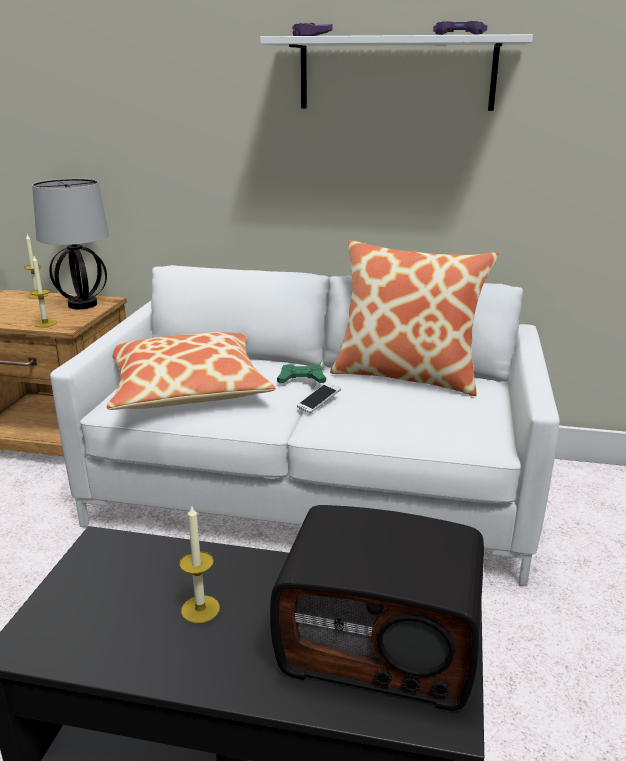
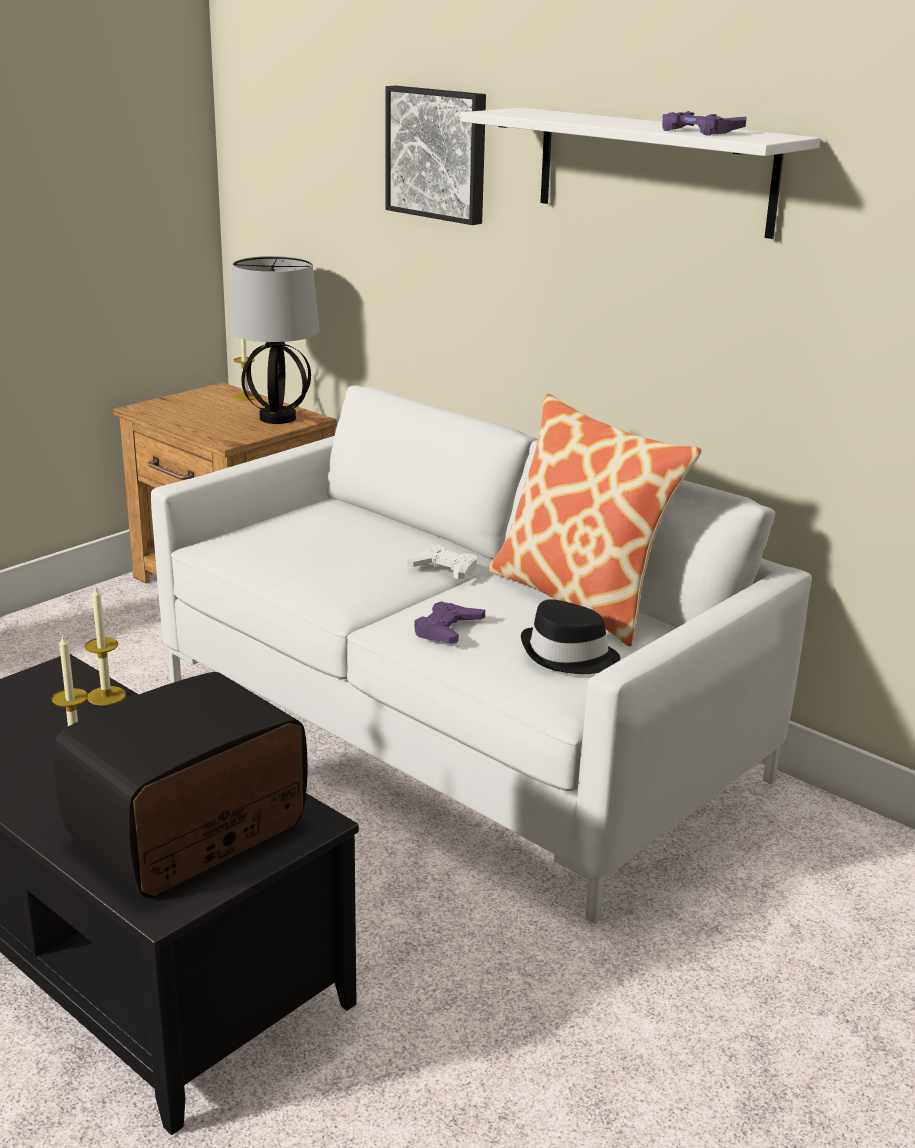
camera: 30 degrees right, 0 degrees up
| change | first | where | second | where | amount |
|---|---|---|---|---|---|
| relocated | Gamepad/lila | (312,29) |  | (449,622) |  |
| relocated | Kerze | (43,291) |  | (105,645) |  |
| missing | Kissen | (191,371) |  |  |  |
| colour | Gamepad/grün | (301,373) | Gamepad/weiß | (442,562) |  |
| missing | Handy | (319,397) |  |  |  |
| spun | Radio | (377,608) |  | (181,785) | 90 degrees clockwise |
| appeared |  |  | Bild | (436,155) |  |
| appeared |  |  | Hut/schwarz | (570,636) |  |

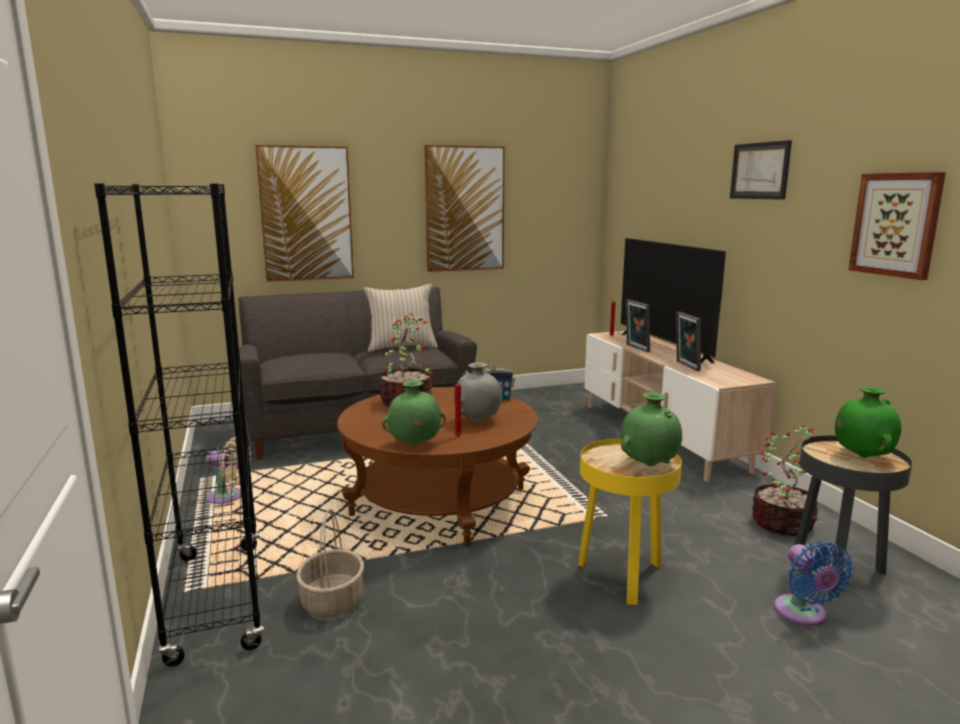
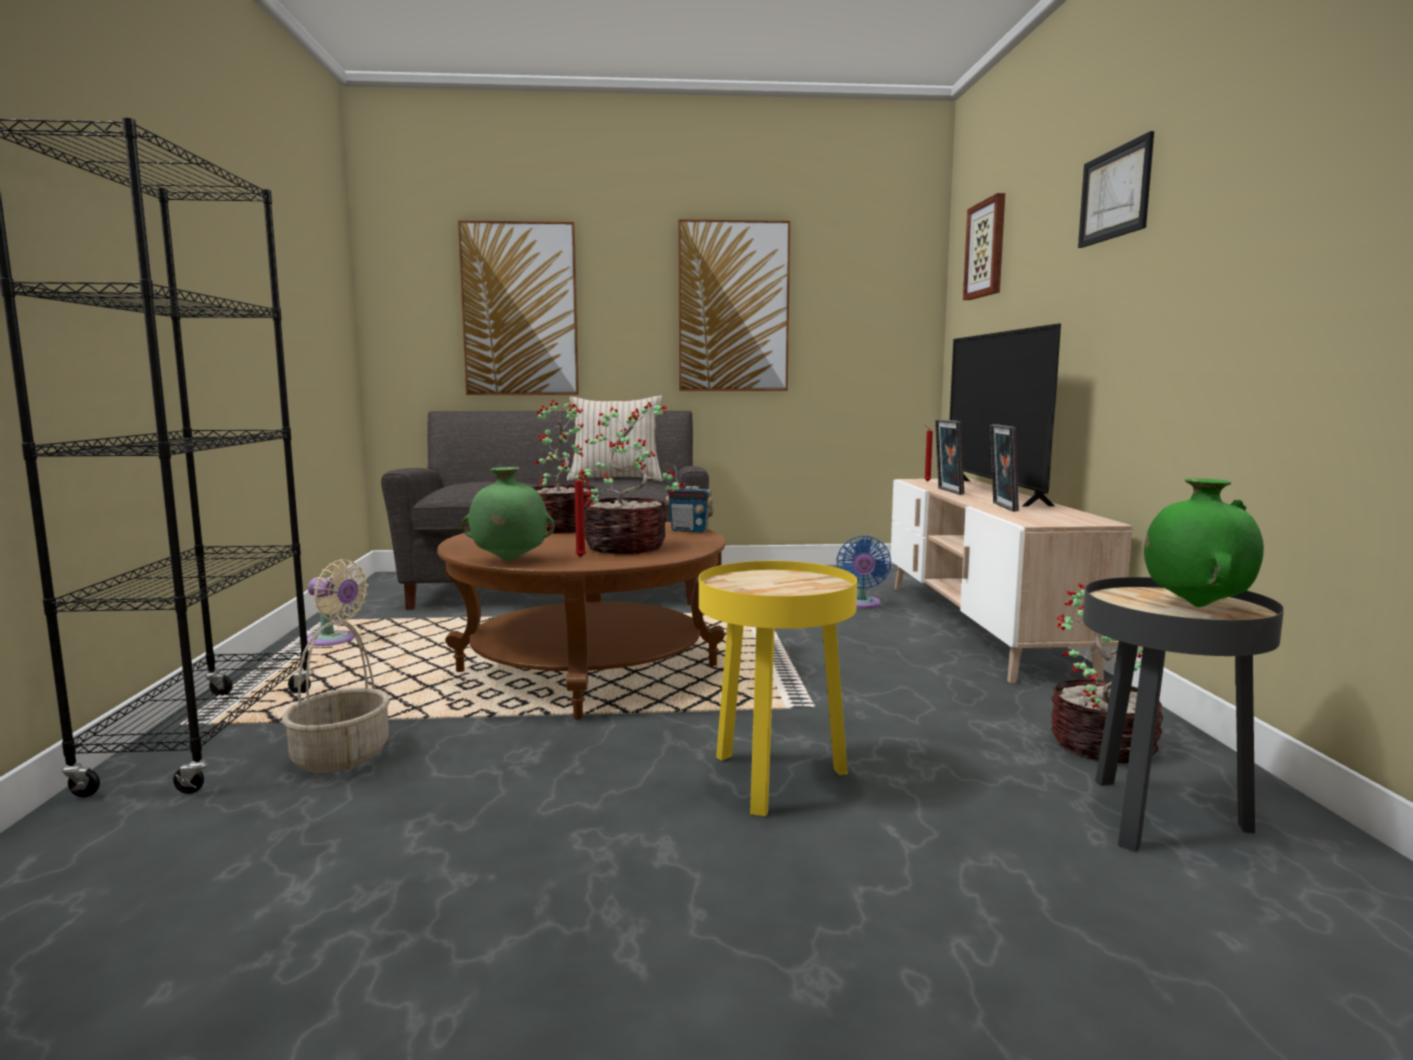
camera: 15 degrees right, 5 degrees down
| change | first | where | second | where | amount |
|---|---|---|---|---|---|
| relocated | Bild | (897,226) |  | (984,246) |  |
| exchanged | Vase/grau | (478,392) | Topfpflanze | (632,478) |  |
| missing | Vase/grün | (651,429) |  |  |  |
| relocated | Ventilator/blau | (813,584) |  | (863,572) |  |

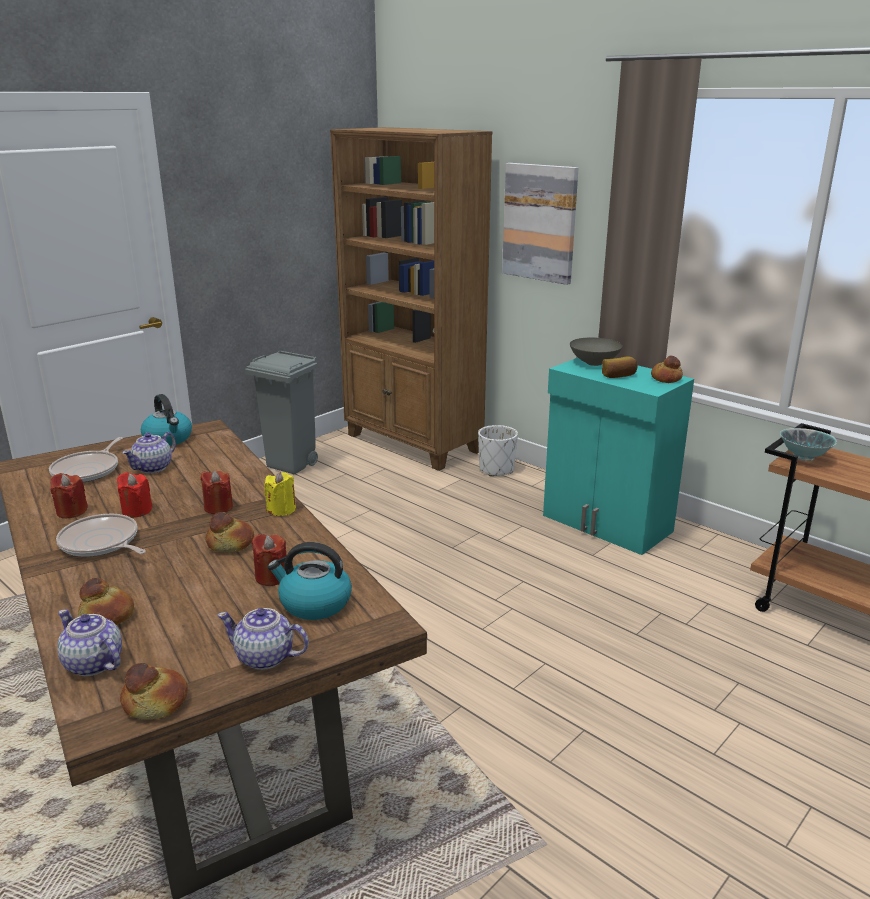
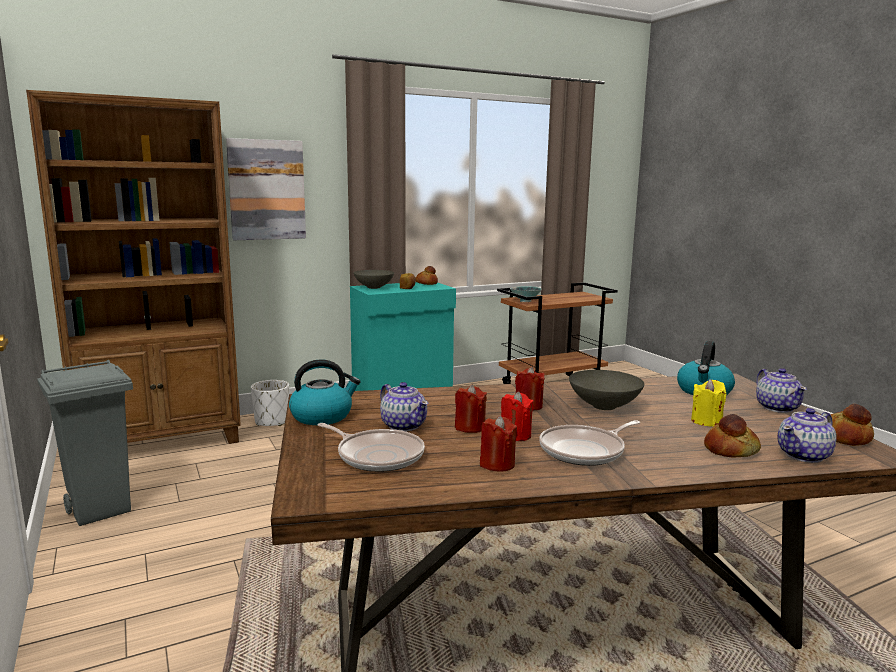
camera: 70 degrees left, 10 degrees down
| change | first | where | second | where | amount |
|---|---|---|---|---|---|
| relocated | Kerze/gelb | (280,493) |  | (708,403) |  |
| exchanged | Brot | (229,532) | Schüssel/grau | (606,390) |  |
| relocated | Kerze/rot | (269,560) |  | (471,409) |  |
| spun | Teekanne | (263,639) |  | (781,390) | 45 degrees counterclockwise |

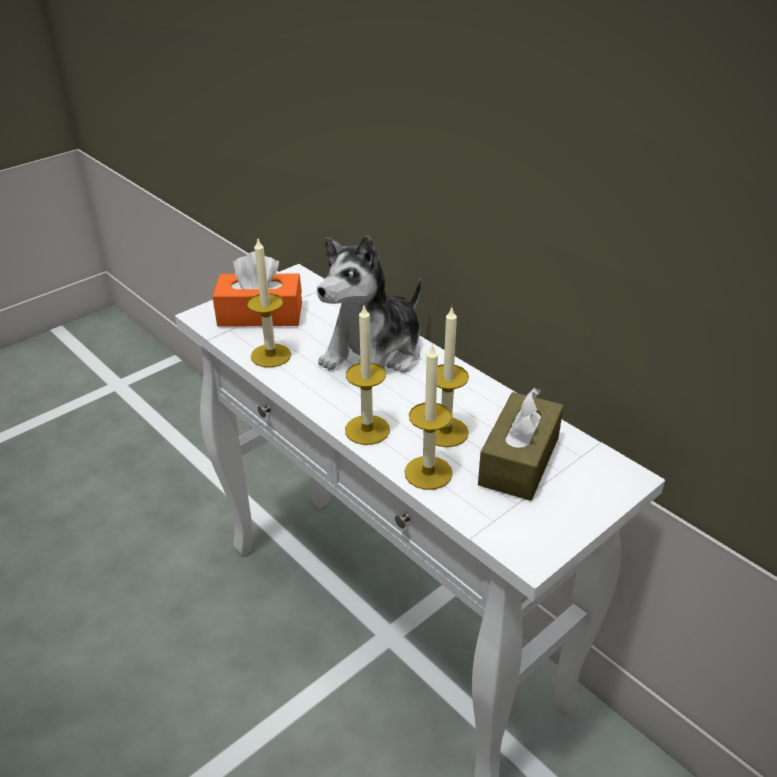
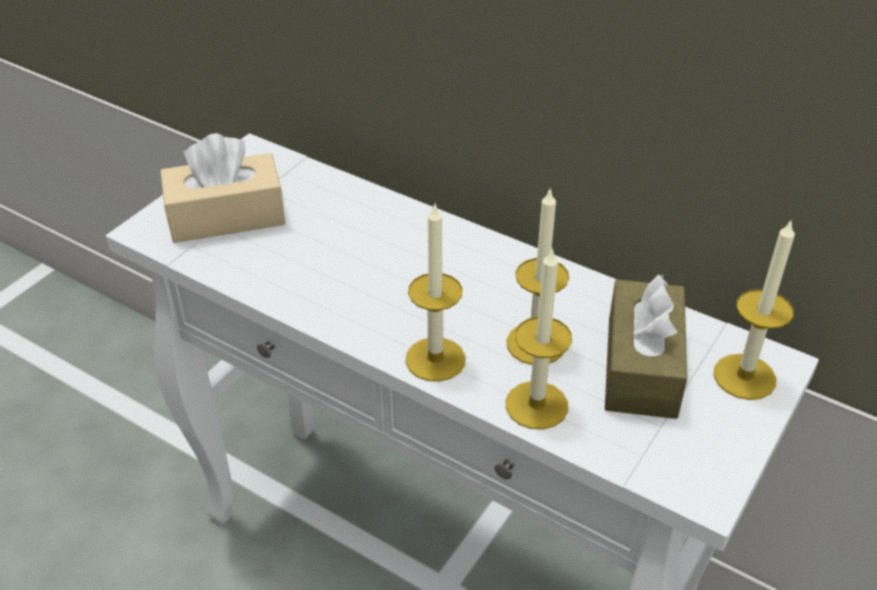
camera: 15 degrees left, 5 degrees up
| change | first | where | second | where | amount |
|---|---|---|---|---|---|
| missing | Plüschtier | (369,304) |  |  |  |
| relocated | Kerze | (269,303) |  | (754,309) |  |
| colour | Taschentuchbox/orange | (257,289) | Taschentuchbox/beige | (223,188) |  |

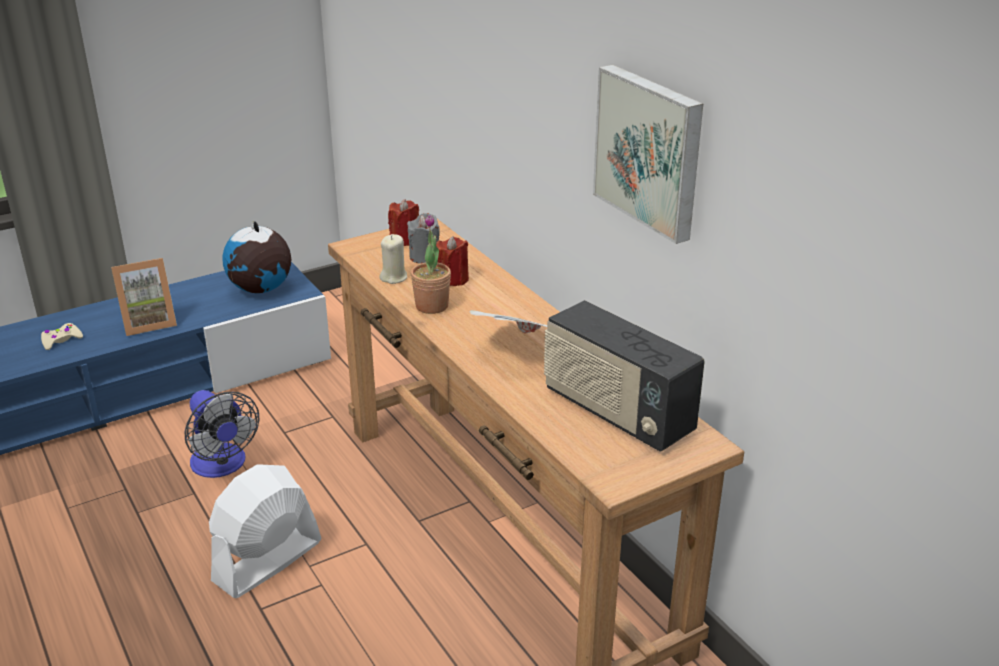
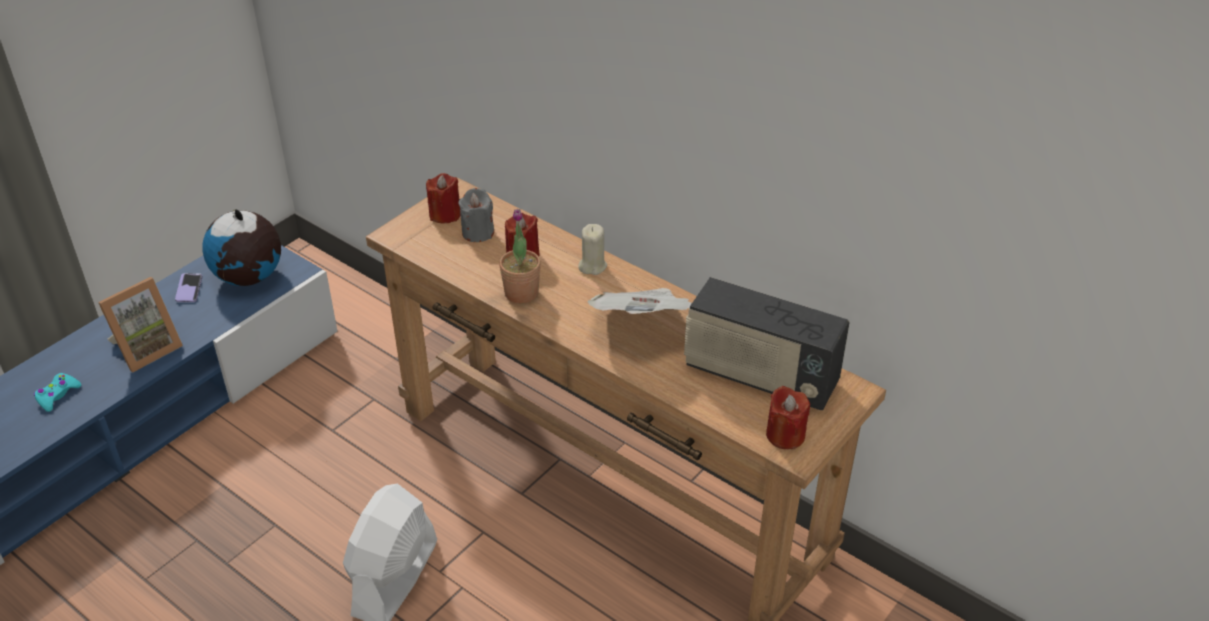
camera: 20 degrees left, 10 degrees up
| change | first | where | second | where | amount |
|---|---|---|---|---|---|
| missing | Bild | (648,154) |  |  |  |
| relocated | Kerze/beige | (393,259) |  | (592,249) |  |
| colour | Gamepad/beige | (62,336) | Gamepad/türkis | (58,392) |  |
| missing | Ventilator | (222,434) |  |  |  |
| appeared |  |  | Handy | (189,287) |  |
| appeared |  |  | Kerze/rot | (788,417) |  |

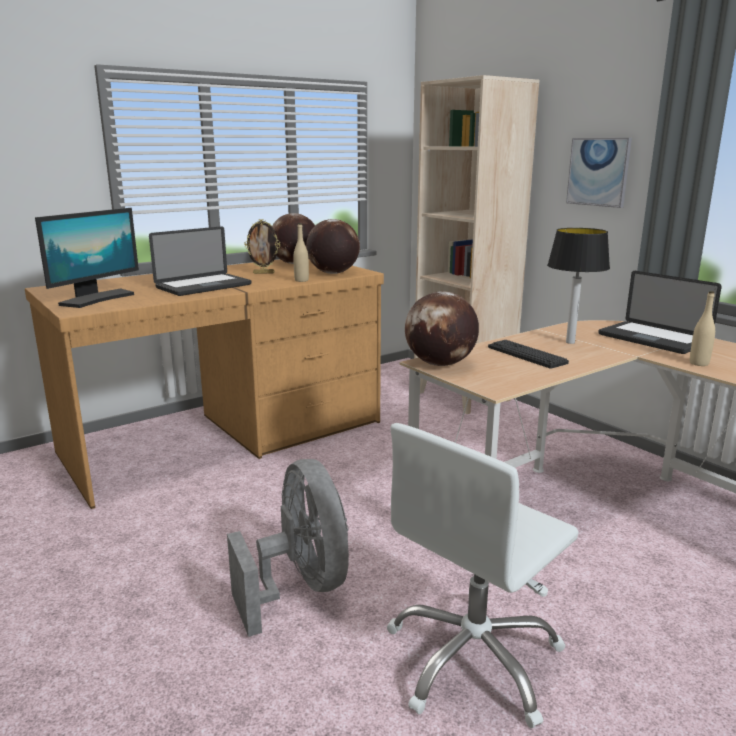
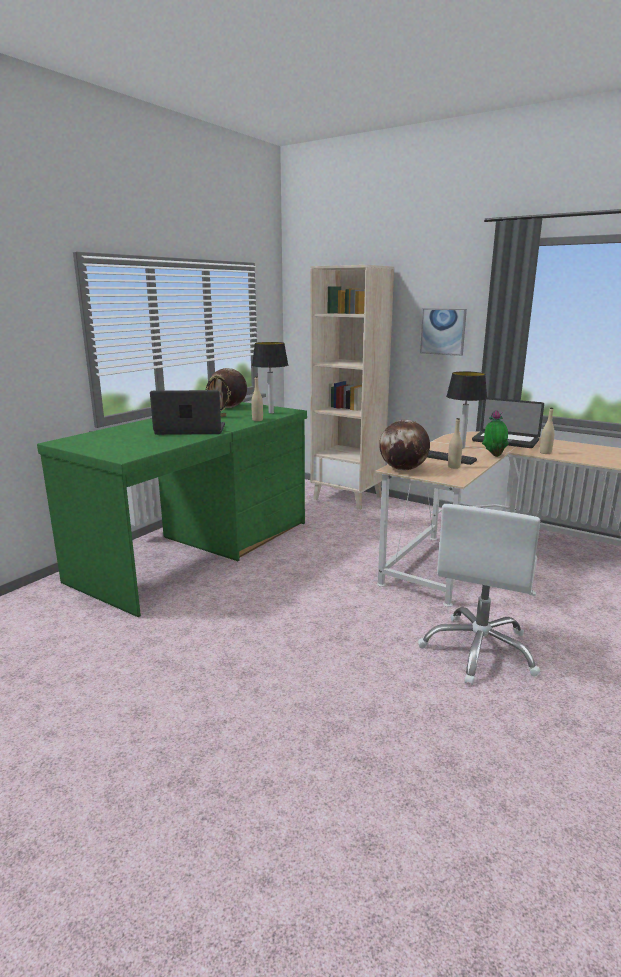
camera: 20 degrees left, 0 degrees up
| change | first | where | second | where | amount |
|---|---|---|---|---|---|
| missing | Monitor | (87,258) |  |  |  |
| exchanged | Globus | (333,246) | Tischlampe | (270,378) |  |
| spun | Laptop | (200,261) |  | (187,412) | 120 degrees counterclockwise |
| colour | Schreibtisch/braun | (204,384) | Schreibtisch/grün | (172,509) |  |
| missing | Ventilator/grau | (288,548) |  |  |  |
| appeared |  |  | Topfpflanze | (495,433) |  |
| appeared |  |  | Flasche/beige | (455,443) |  |

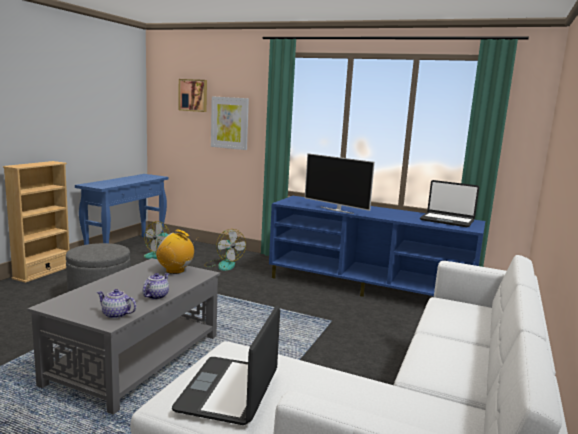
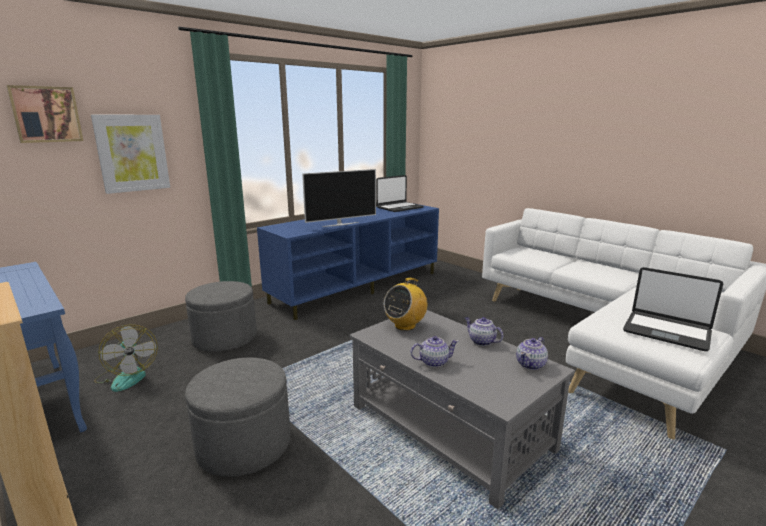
camera: 65 degrees left, 5 degrees up
| change | first | where | second | where | amount |
|---|---|---|---|---|---|
| exchanged | Ventilator | (225,250) | Polsterhocker/grau | (221,316) |  |
| appeared |  |  | Teekanne | (434,351) |  |

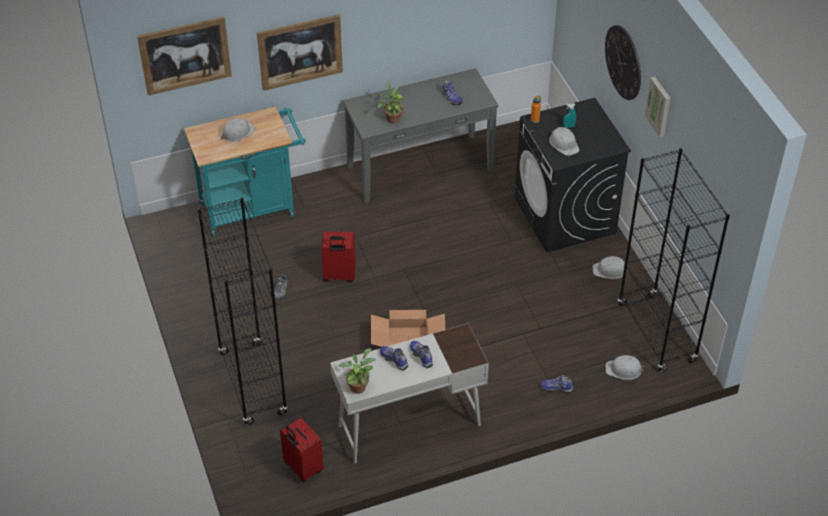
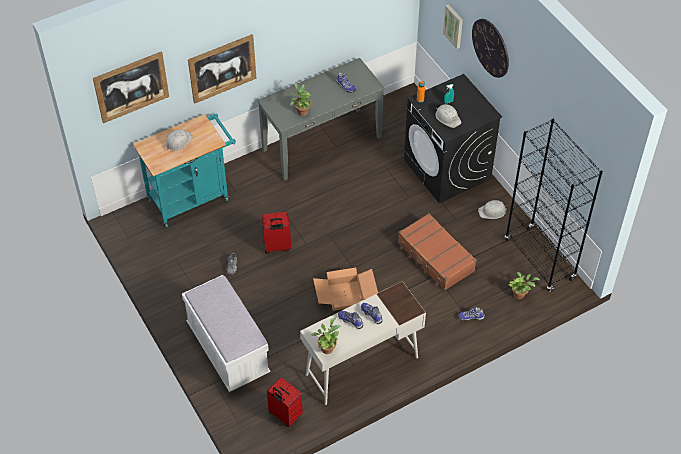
camera: 10 degrees left, 5 degrees up
| change | first | where | second | where | amount |
|---|---|---|---|---|---|
| relocated | Bild | (658,107) |  | (453,26) |  |
| exchanged | Bücherregal/schwarz | (242,311) | Bank/weiß | (226,333) |  |
| exchanged | Schutzhelm/weiß | (625,367) | Topfpflanze | (524,285) |  |
| appeared |  |  | Koffer/braun | (437,252) |  |

